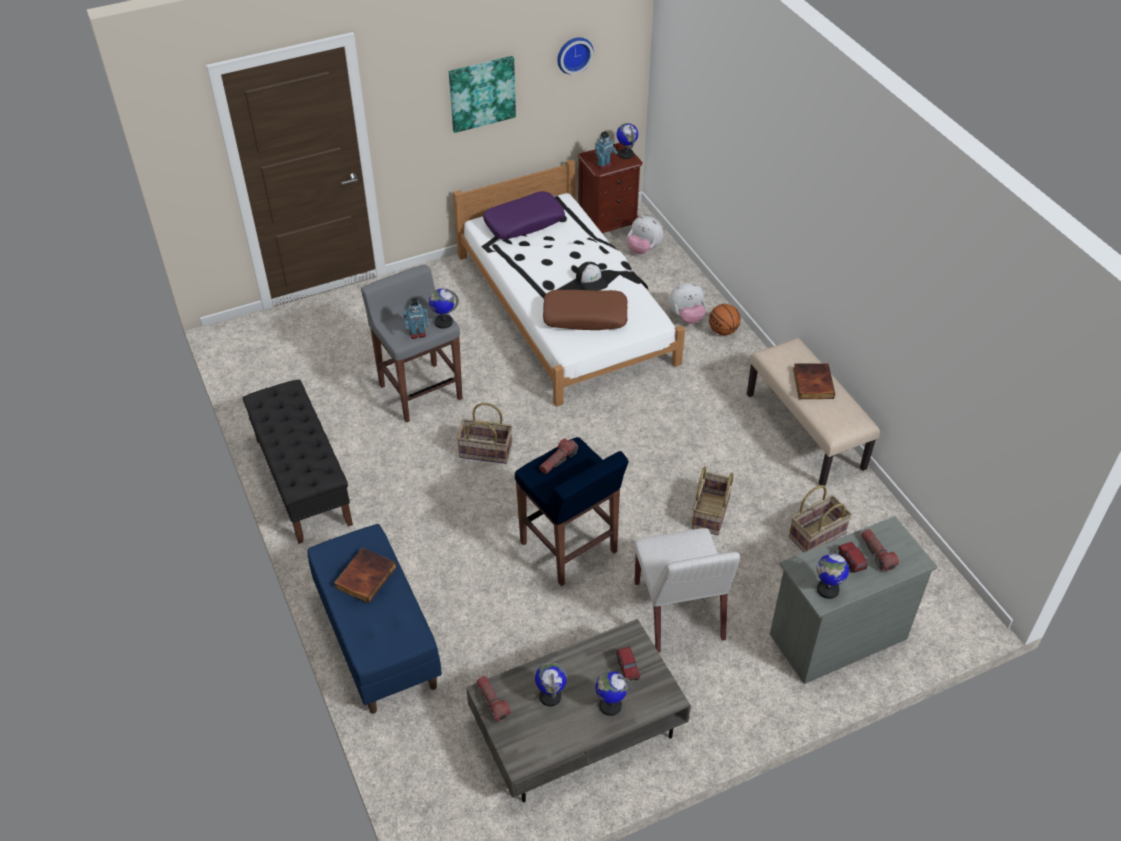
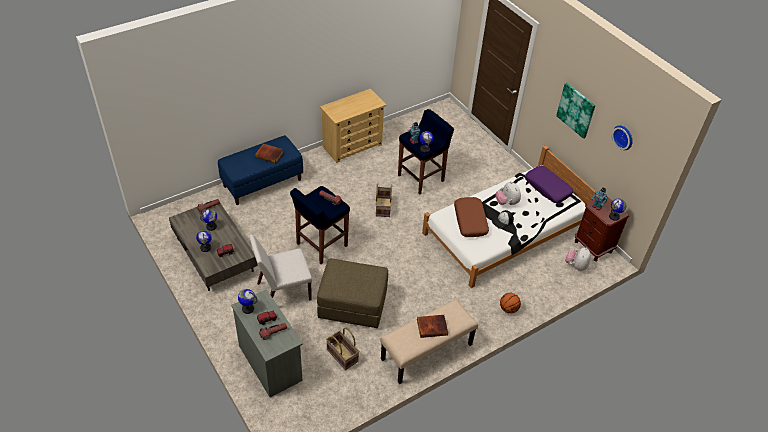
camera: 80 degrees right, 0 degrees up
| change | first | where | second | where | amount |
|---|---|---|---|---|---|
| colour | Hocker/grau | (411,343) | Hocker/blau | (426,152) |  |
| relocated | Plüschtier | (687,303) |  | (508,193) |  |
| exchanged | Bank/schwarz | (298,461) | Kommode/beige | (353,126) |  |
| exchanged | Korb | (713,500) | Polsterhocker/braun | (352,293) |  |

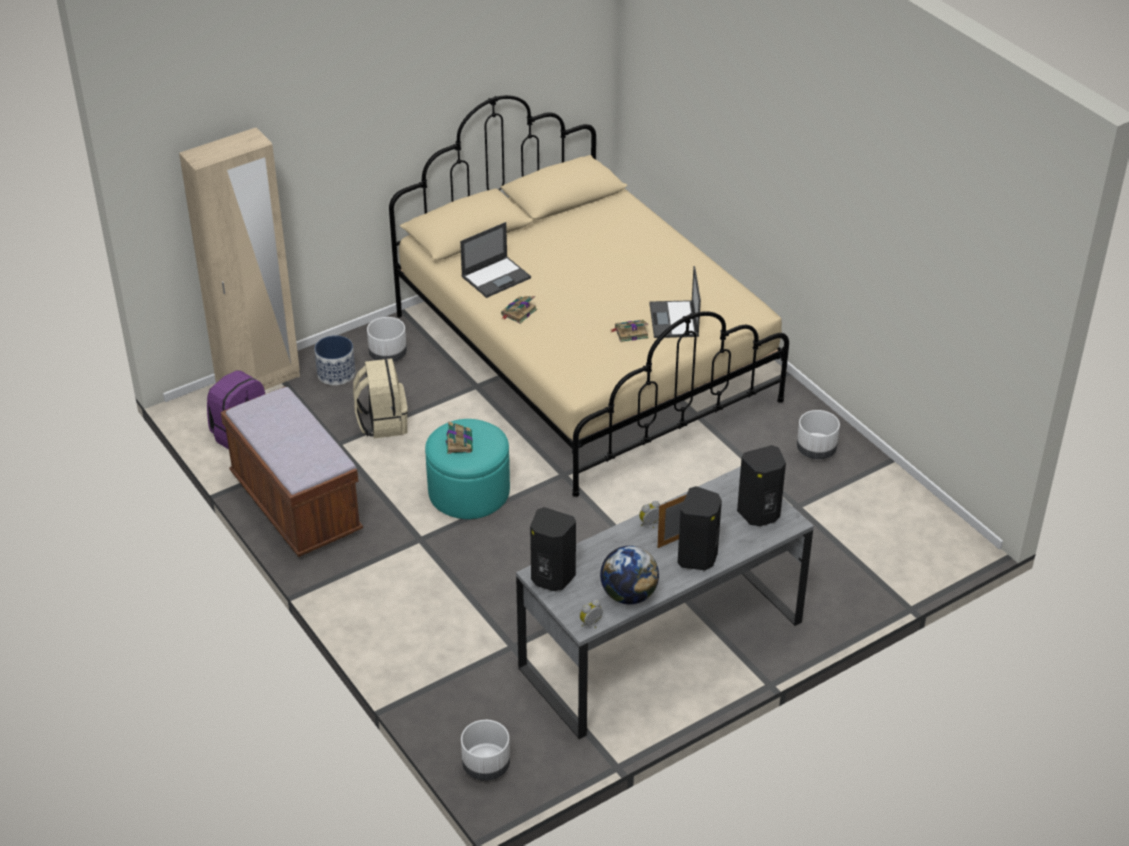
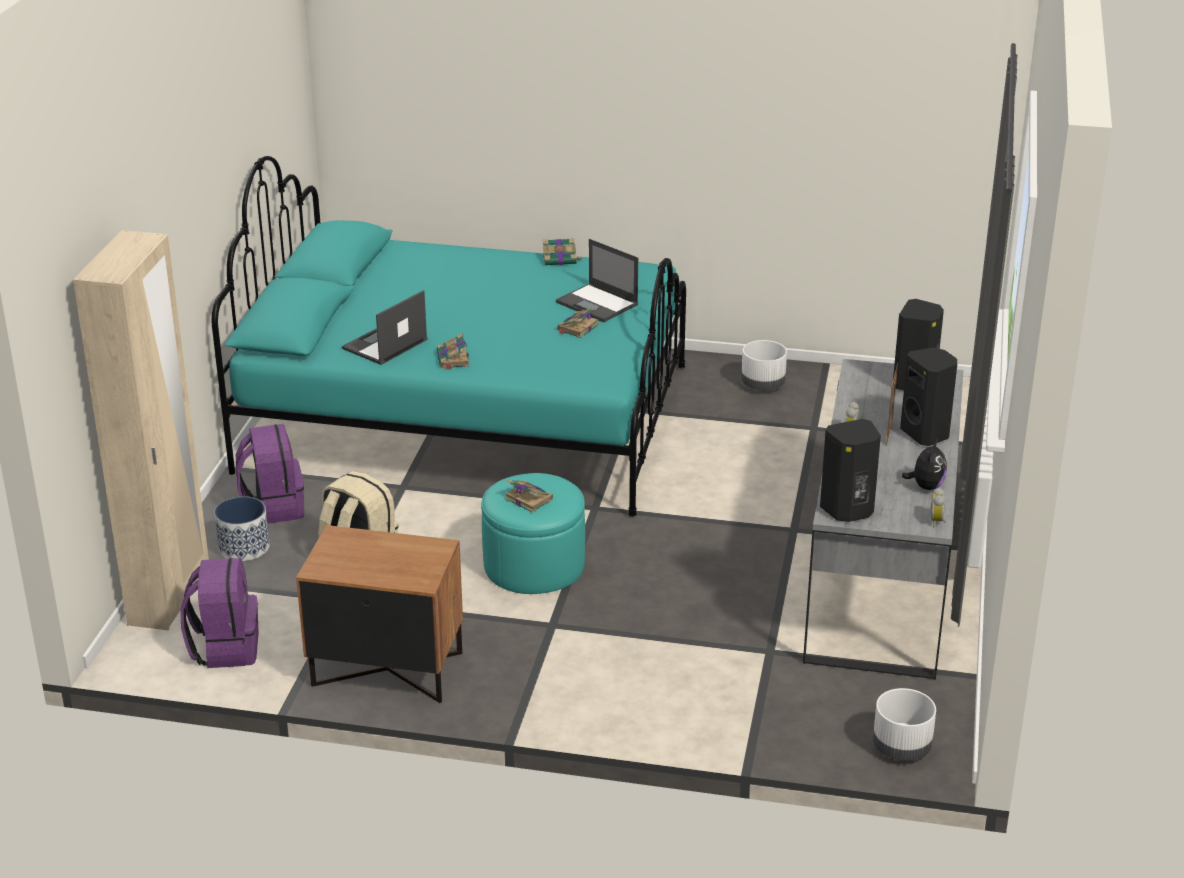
camera: 45 degrees left, 10 degrees down
| change | first | where | second | where | amount |
|---|---|---|---|---|---|
| colour | Bett/beige | (589,296) | Bett/türkis | (449,336) |  |
| spun | Laptop | (495,260) |  | (385,327) | 150 degrees counterclockwise |
| exchanged | Pflanzkübel/weiß | (387,339) | Rucksack/lila | (270,474) |  |
| exchanged | Bank/braun | (292,472) | Nachttisch/braun | (379,614) |  |
| exchanged | Globus | (629,575) | Plüschtier | (924,464) |  |
| appeared |  |  | Buch | (562,252) |  |

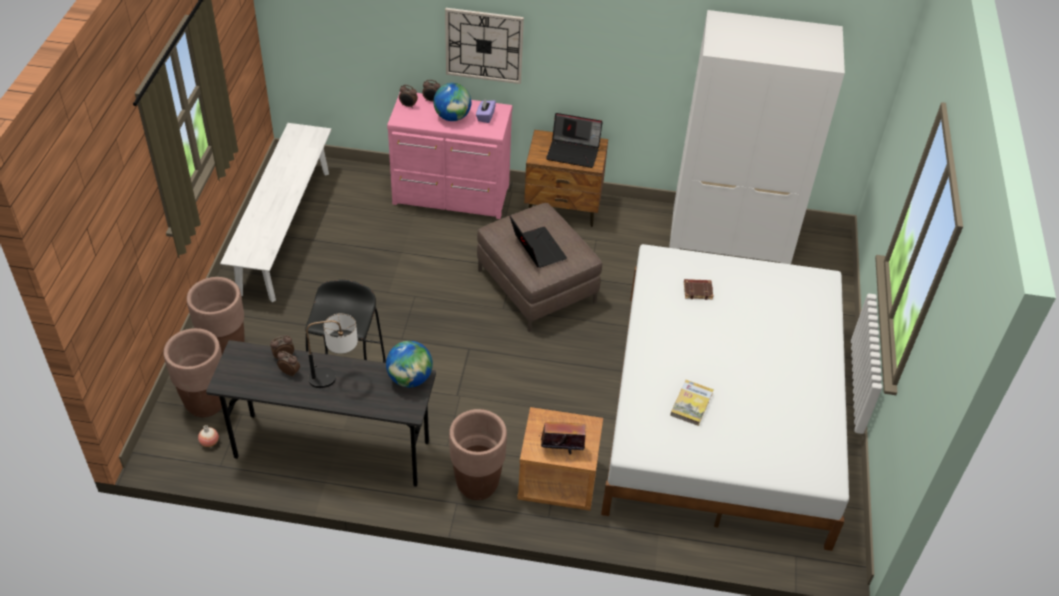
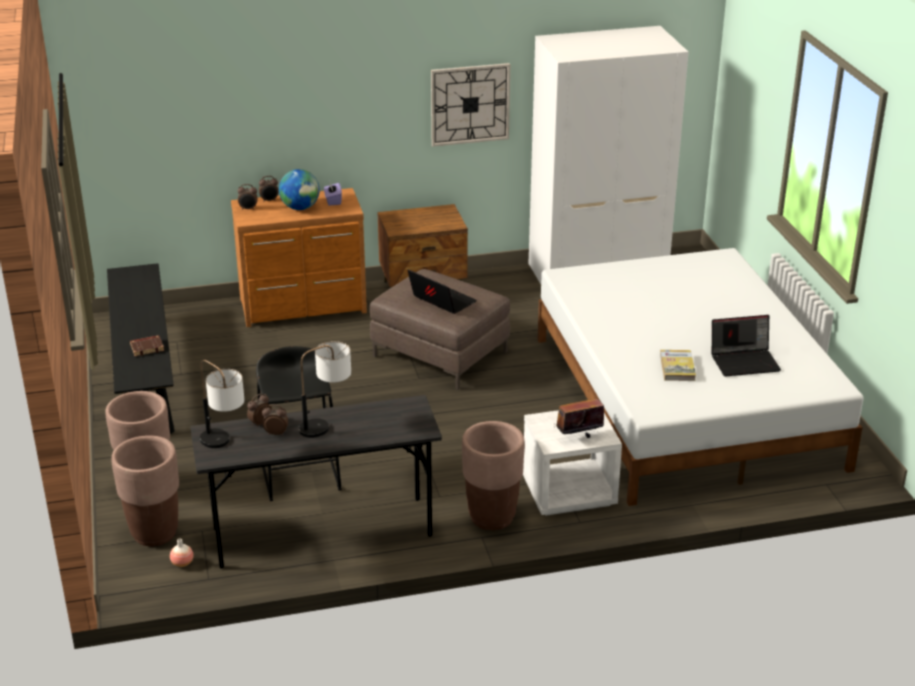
camera: 20 degrees left, 15 degrees down
| change | first | where | second | where | amount |
|---|---|---|---|---|---|
| relocated | Wanduhr | (484,46) |  | (470,105) |  |
| colour | Kommode/rosa | (449,155) | Kommode/braun | (299,257) |  |
| relocated | Laptop | (574,140) |  | (746,346) |  |
| colour | Bank/weiß | (276,212) | Bank/schwarz | (140,348) |  |
| relocated | Buch/braun | (699,289) |  | (147,345) |  |
| missing | Globus | (409,364) |  |  |  |
| colour | Nachttisch/braun | (560,459) | Nachttisch/weiß | (572,463) |  |
| appeared |  |  | Tischlampe | (222,404) |  |

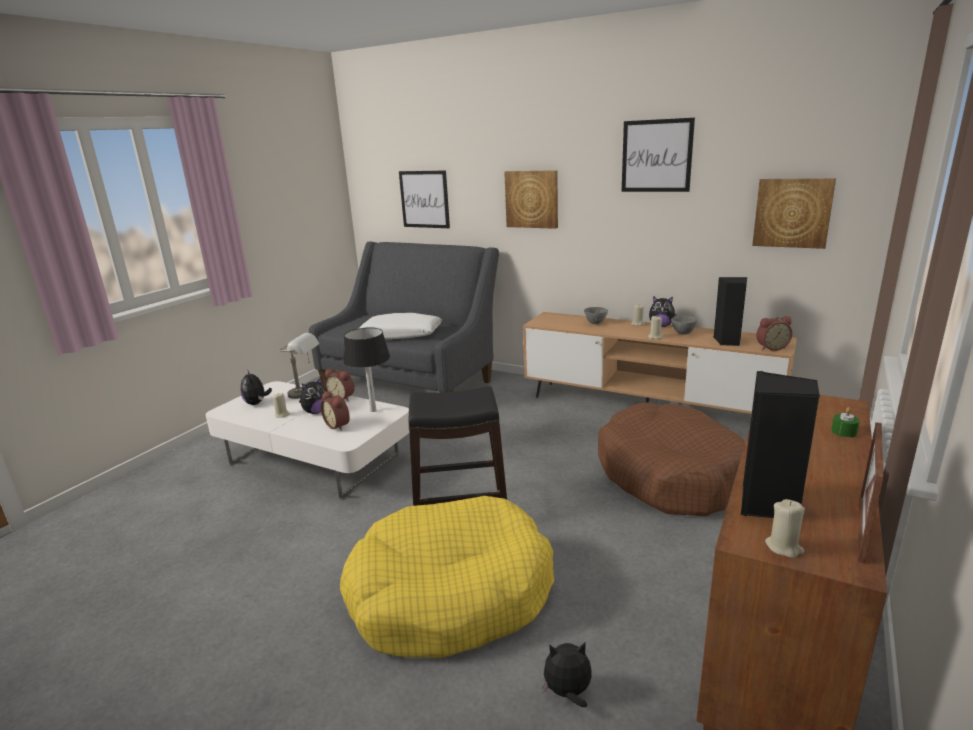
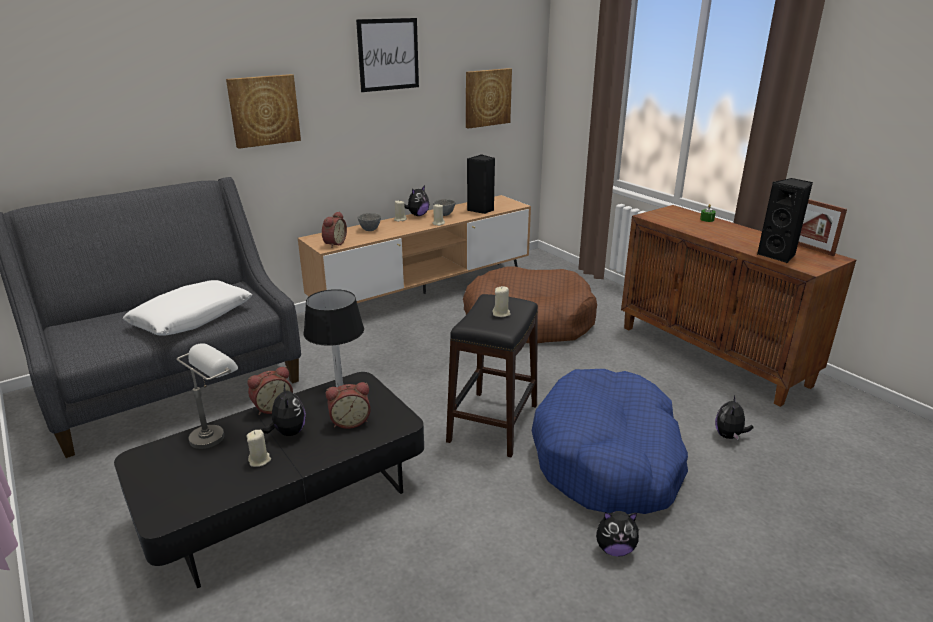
camera: 65 degrees left, 5 degrees up
| change | first | where | second | where | amount |
|---|---|---|---|---|---|
| missing | Bild | (424,199) |  |  |  |
| relocated | Wecker | (774,333) |  | (334,229) |  |
| relocated | Plüschtier | (256,388) |  | (617,534) |  |
| colour | Couchtisch/weiß | (307,439) | Couchtisch/schwarz | (269,480) |  |
| colour | Hundebett/gelb | (447,577) | Hundebett/blau | (610,441) |  |
| relocated | Kerze/beige | (785,528) |  | (502,301) |  |

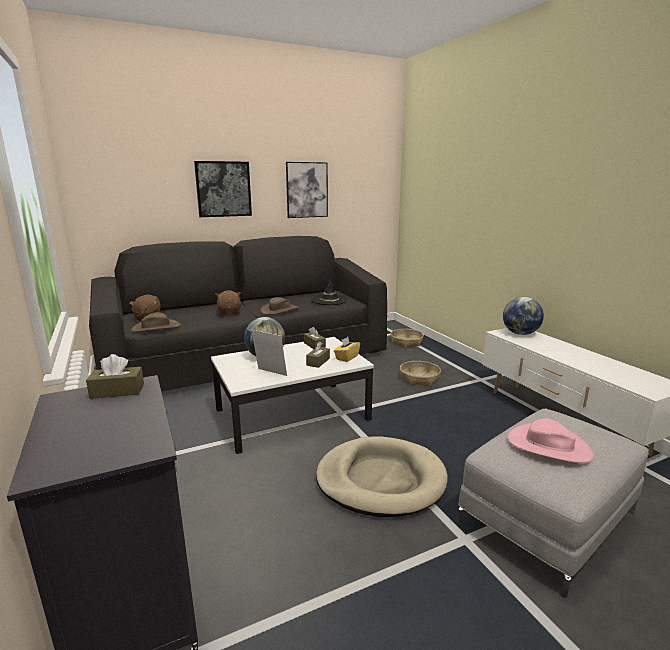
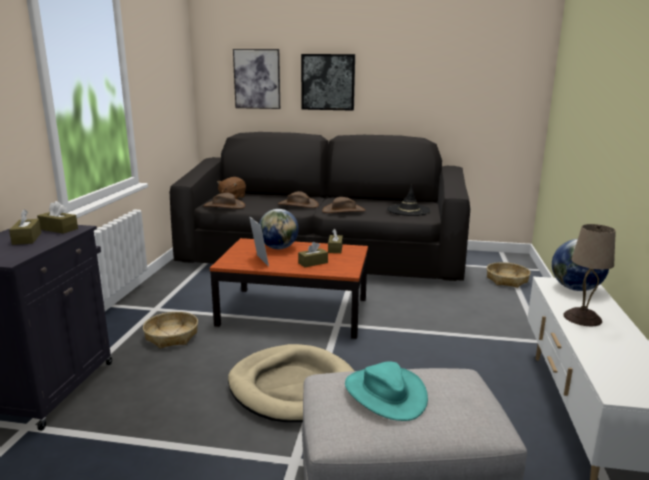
camera: 35 degrees right, 0 degrees up
| change | first | where | second | where | amount |
|---|---|---|---|---|---|
| relocated | Bild | (307,190) |  | (256,79) |  |
| exchanged | Plüschtier/braun | (228,302) | Hut/braun | (298,199) |  |
| colour | Couchtisch/weiß | (292,395) | Couchtisch/braun | (289,288) |  |
| missing | Taschentuchbox/gelb | (347,349) |  |  |  |
| relocated | Korb | (420,373) |  | (170,330) |  |
| colour | Hut/rosa | (550,440) | Hut/türkis | (386,391) |  |
| appeared |  |  | Taschentuchbox/braun | (25,227) |  |
| appeared |  |  | Tischlampe/beige | (589,275) |  |

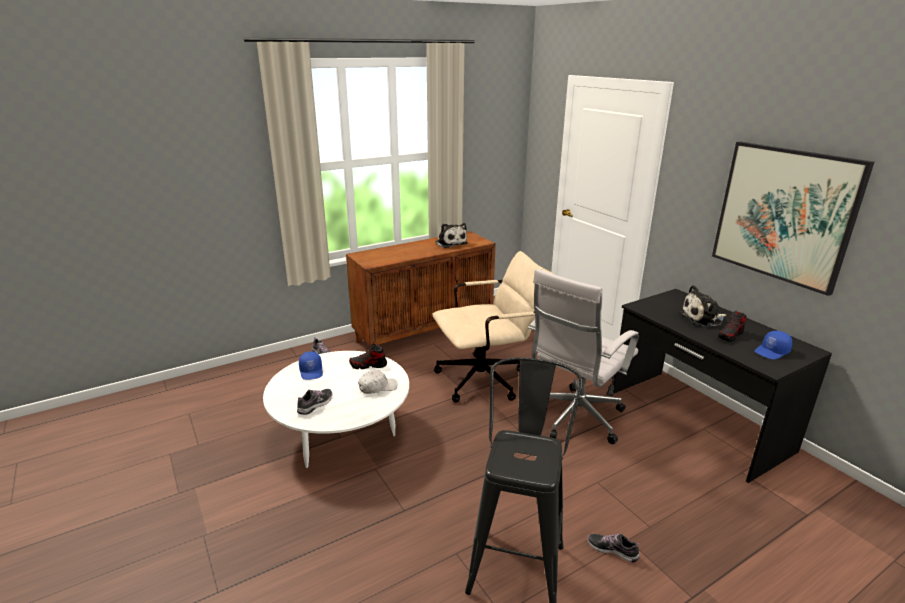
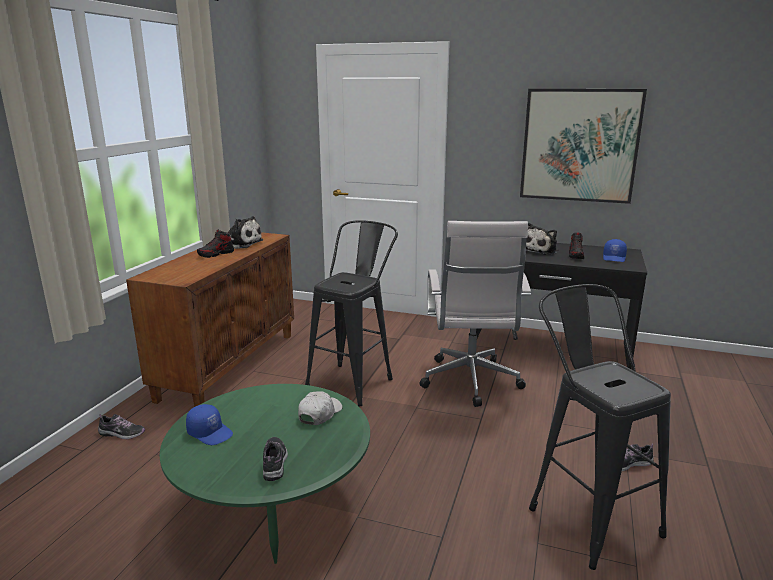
camera: 40 degrees left, 5 degrees down
| change | first | where | second | where | amount |
|---|---|---|---|---|---|
| exchanged | Bürostuhl/beige | (492,326) | Hocker/schwarz | (351,313) |  |
| relocated | Schuh | (368,356) |  | (215,244) |  |
| colour | Couchtisch/weiß | (336,409) | Couchtisch/grün | (265,474) |  |

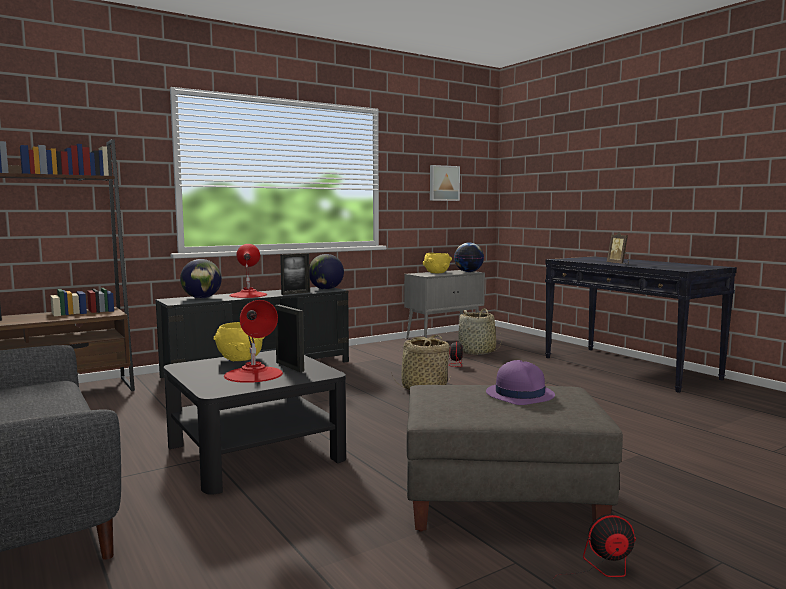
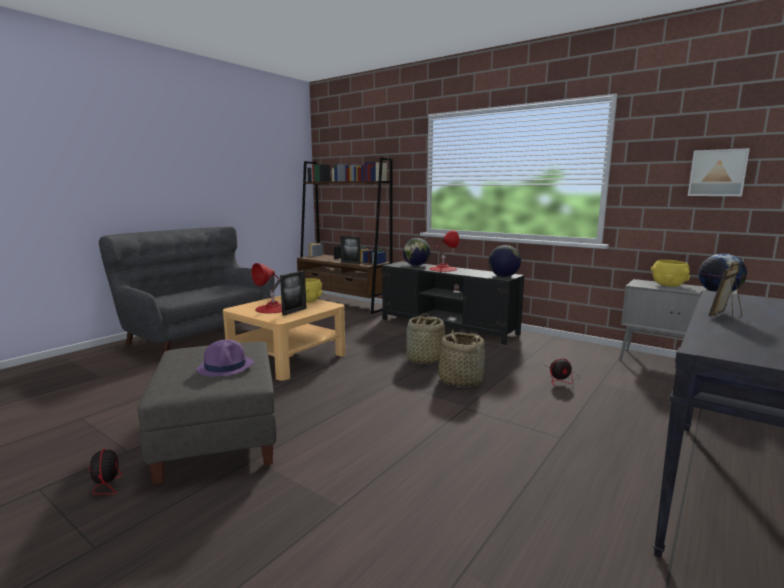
camera: 70 degrees right, 5 degrees up
| change | first | where | second | where | amount |
|---|---|---|---|---|---|
| relocated | Bilderrahmen | (295,274) |  | (350,250) |  |
| relocated | Korb | (480,331) |  | (425,338) |  |
| colour | Couchtisch/schwarz | (255,422) | Couchtisch/beige | (284,338) |  |

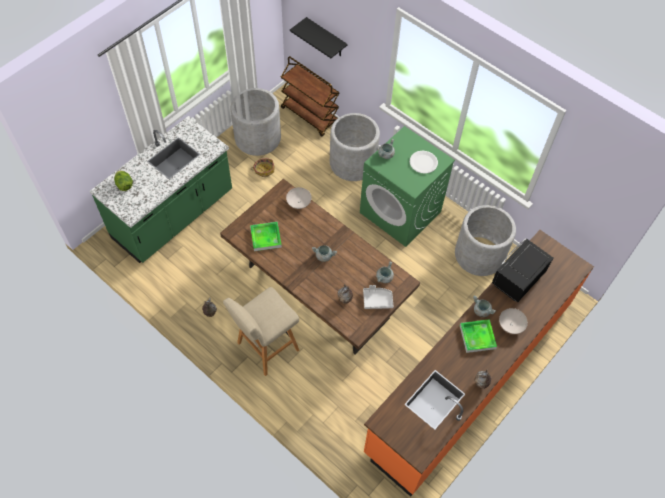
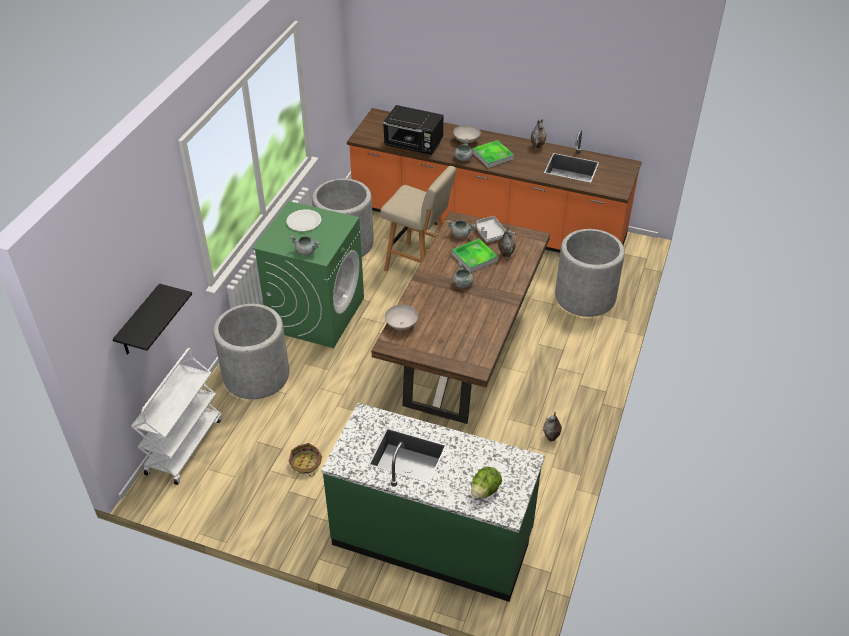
camera: 110 degrees left, 15 degrees down
| change | first | where | second | where | amount |
|---|---|---|---|---|---|
| colour | Rollwagen/braun | (310,96) | Rollwagen/weiß | (176,416) |  |
| relocated | Pflanzkübel/grau | (256,122) |  | (590,273) |  |
| relocated | Tablett | (266,236) |  | (475,256) |  |
| relocated | Hocker/beige | (261,331) |  | (418,219) |  |

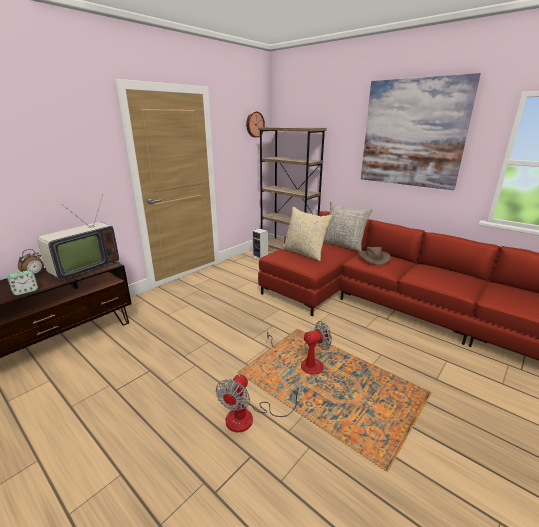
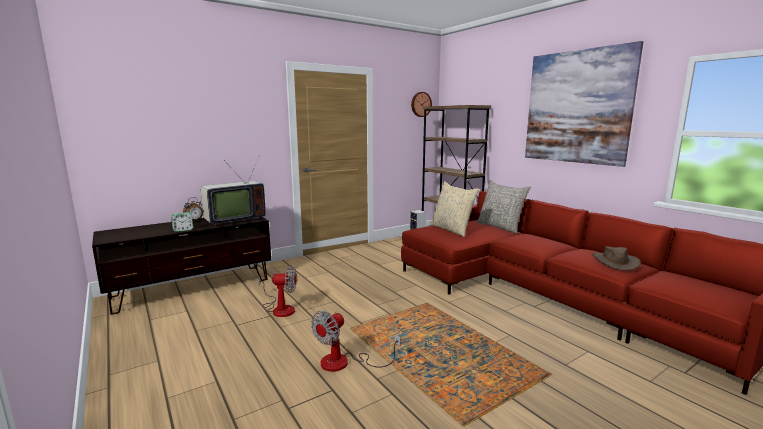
camera: 15 degrees right, 10 degrees down
| change | first | where | second | where | amount |
|---|---|---|---|---|---|
| relocated | Hut/braun | (374,256) |  | (616,258) |  |
| relocated | Ventilator | (299,347) |  | (278,291) |  |

